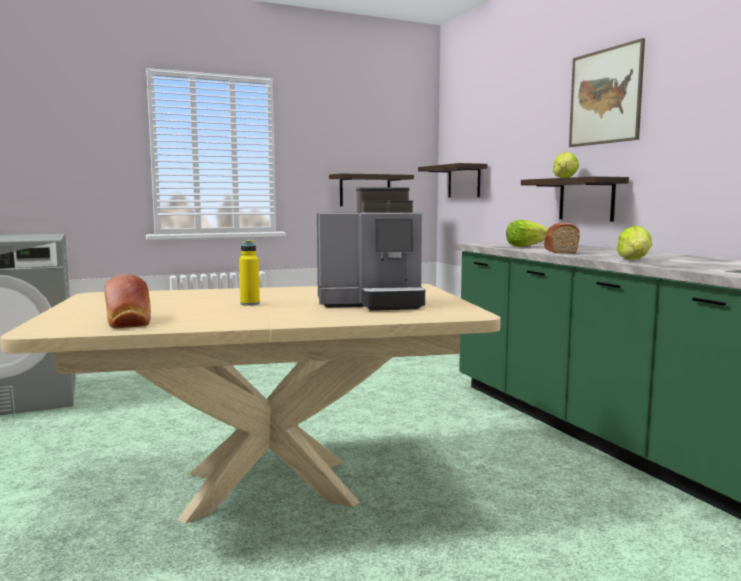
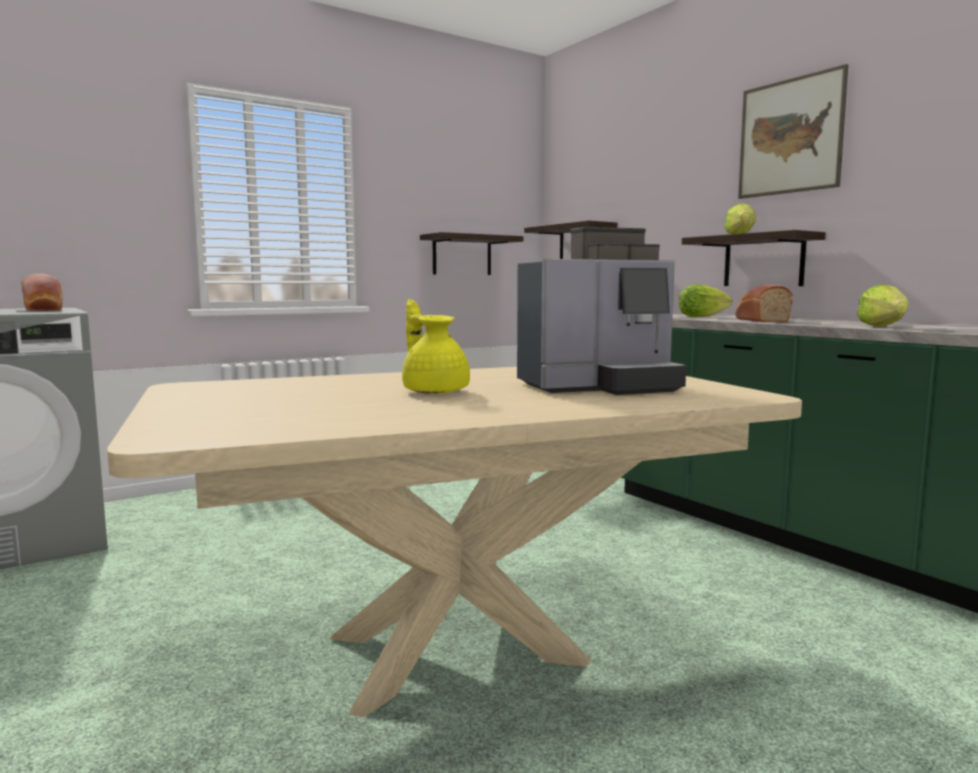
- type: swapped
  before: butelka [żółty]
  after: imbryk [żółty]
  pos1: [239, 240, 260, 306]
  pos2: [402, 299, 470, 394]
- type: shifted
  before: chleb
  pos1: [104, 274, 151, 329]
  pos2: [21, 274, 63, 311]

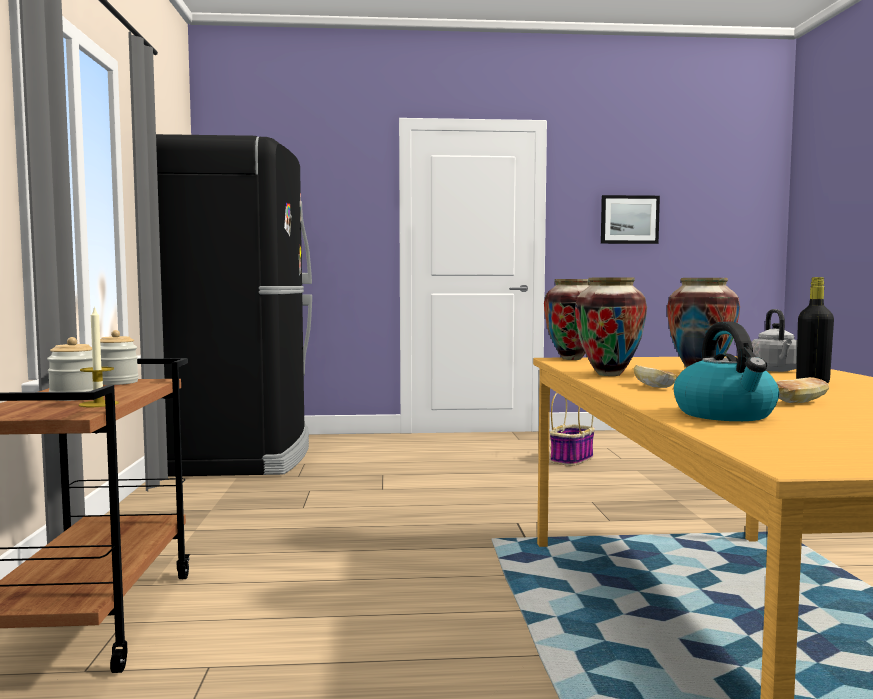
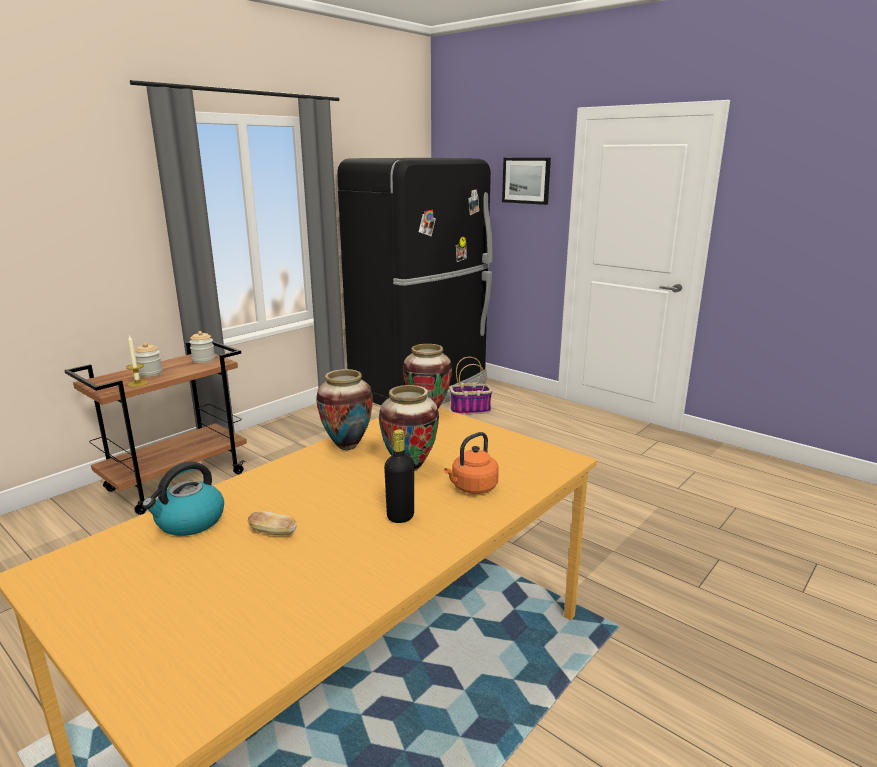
- type: shifted
  before: obraz
  pos1: [601, 195, 660, 244]
  pos2: [502, 158, 551, 205]
- type: repainted
  before: czajnik [szary]
  after: czajnik [pomarańczowy]
  pos1: [751, 309, 797, 372]
  pos2: [444, 432, 499, 494]
- type: gone
  before: chleb
  pos1: [634, 365, 677, 388]
- type: shifted
  before: koszyk
  pos1: [550, 393, 595, 466]
  pos2: [450, 357, 492, 415]

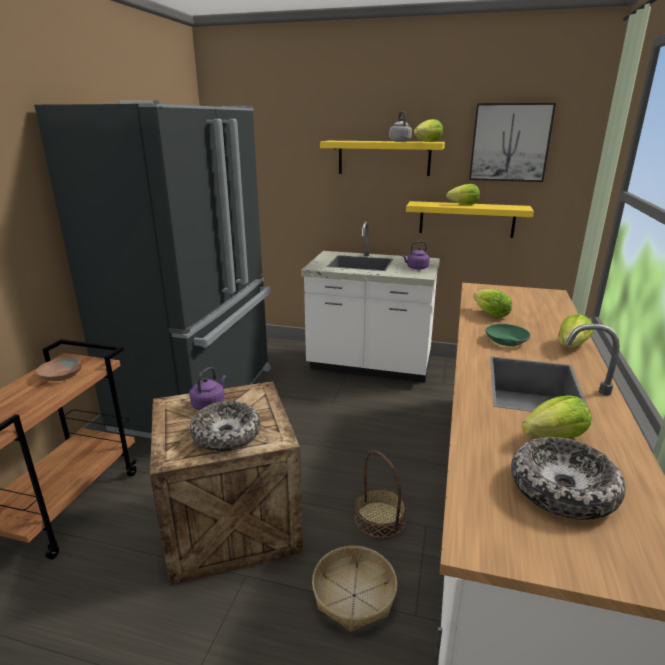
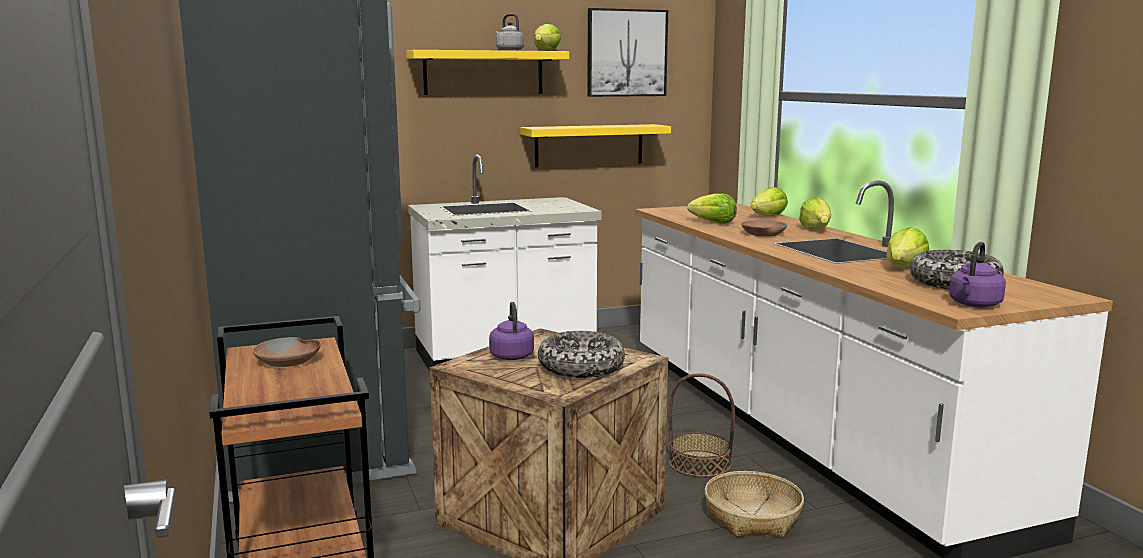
- type: shifted
  before: sałata
  pos1: [446, 184, 480, 205]
  pos2: [751, 187, 788, 216]
- type: shifted
  before: czajnik [fioletowy]
  pos1: [402, 241, 430, 270]
  pos2: [949, 242, 1006, 307]
- type: repainted
  before: miska [zielony]
  after: miska [brązowy]
  pos1: [485, 324, 531, 346]
  pos2: [741, 220, 787, 237]

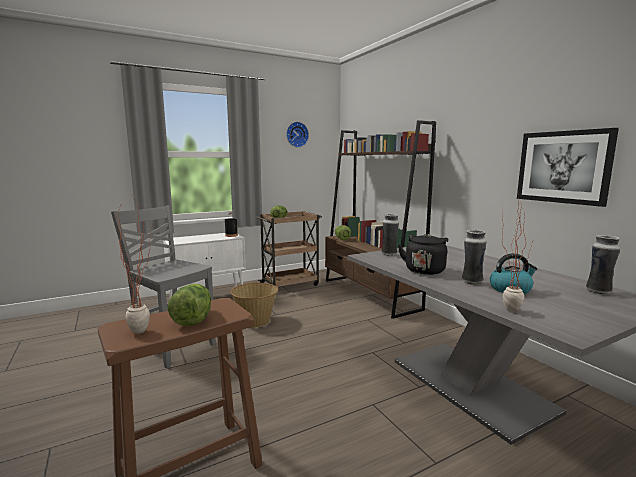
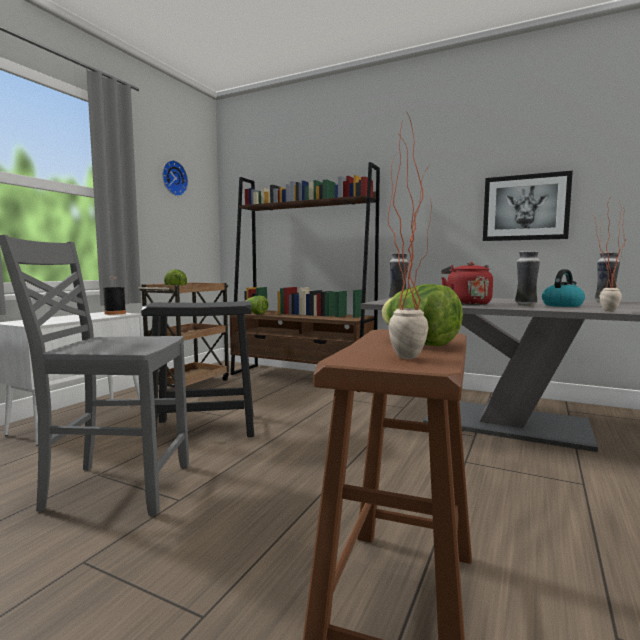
- type: repainted
  before: czajnik [czarny]
  after: czajnik [czerwony]
  pos1: [398, 234, 448, 275]
  pos2: [441, 262, 493, 305]
- type: swapped
  before: koszyk
  after: stołek [czarny]
  pos1: [231, 283, 278, 328]
  pos2: [141, 301, 254, 439]

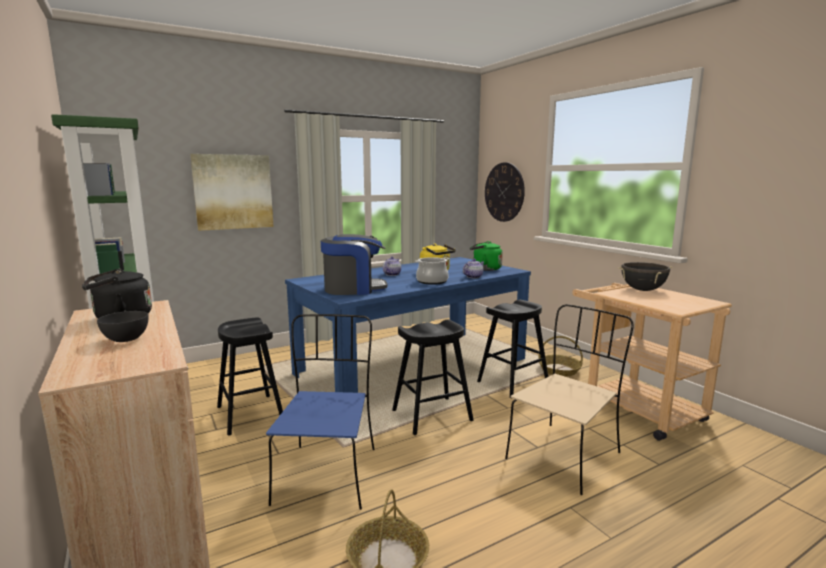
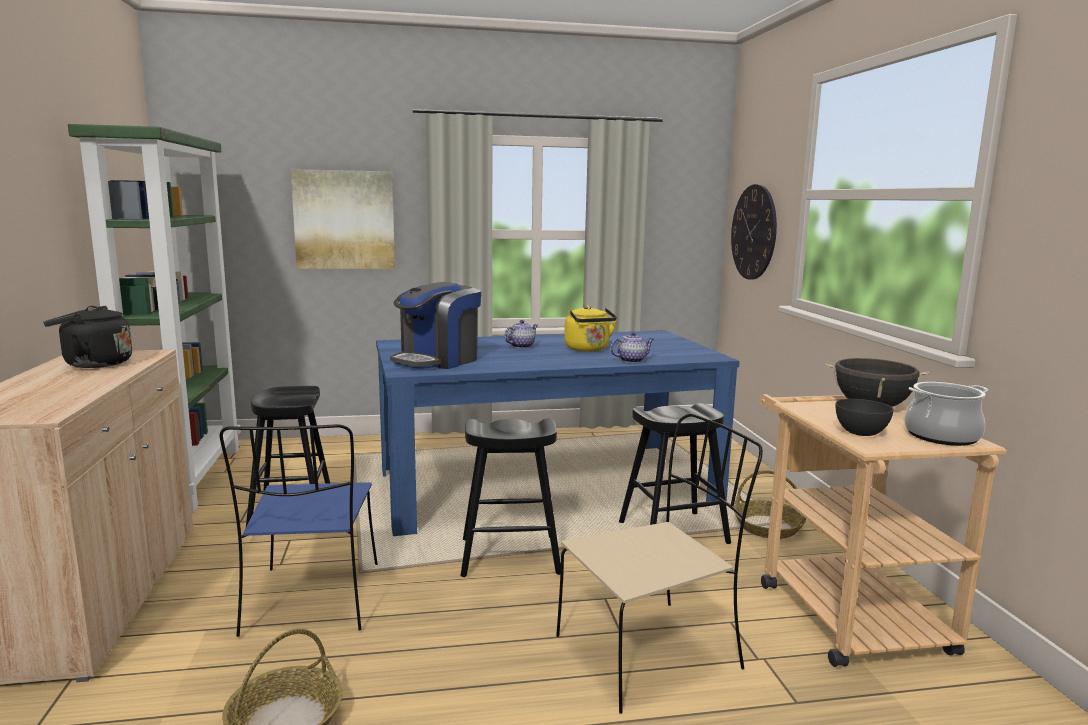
- type: rotated
  before: ekspres do kawy
  pos1: [321, 234, 387, 295]
  pos2: [390, 282, 481, 369]
  turn: 120
- type: gone
  before: czajnik [zielony]
  pos1: [470, 241, 503, 271]
- type: shifted
  before: garnek
  pos1: [415, 257, 449, 285]
  pos2: [904, 382, 990, 446]
- type: shifted
  before: miska [szary]
  pos1: [97, 311, 149, 342]
  pos2: [836, 399, 894, 436]
- type: rotated
  before: krzesło [niebieski]
  pos1: [266, 314, 375, 510]
  pos2: [220, 424, 378, 637]
  turn: 150

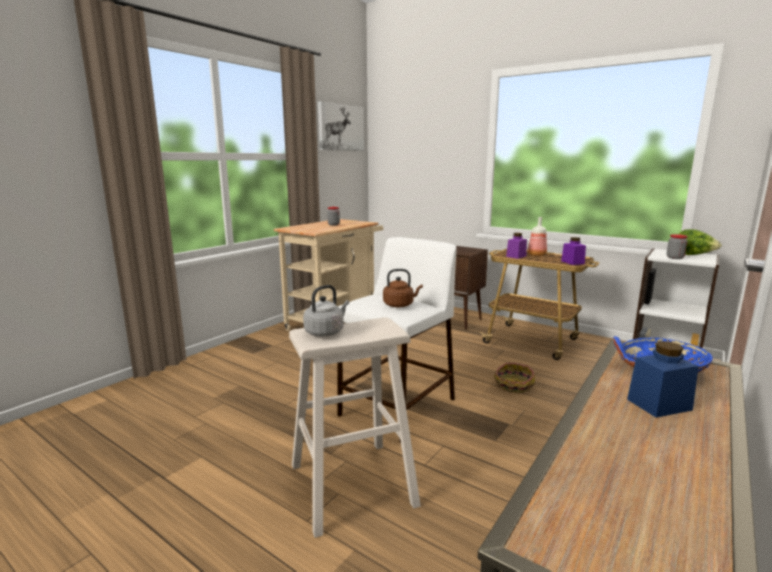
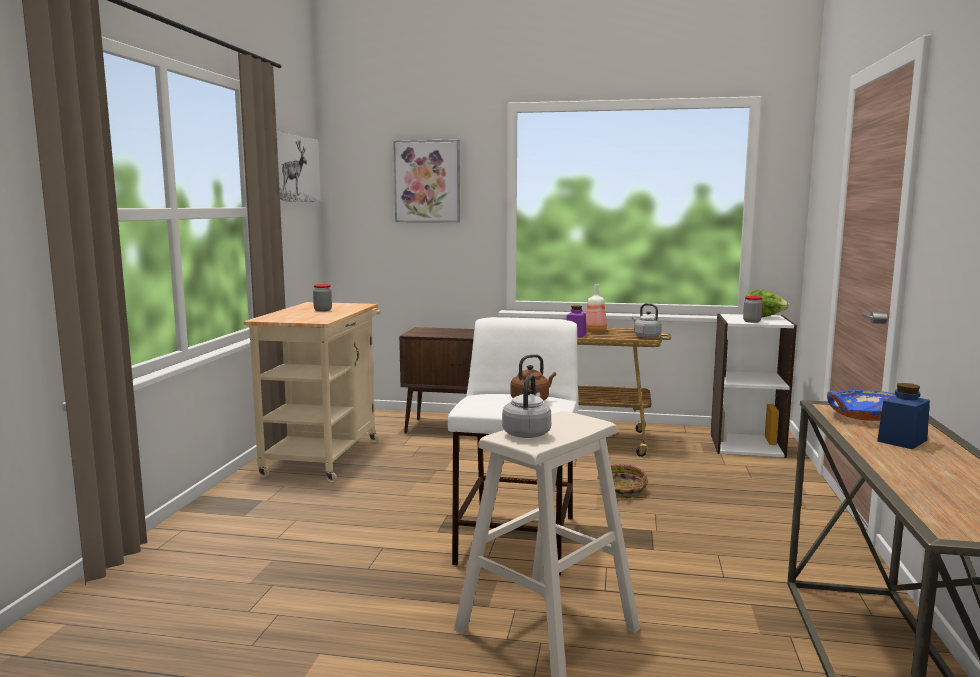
- type: swapped
  before: słoik [fioletowy]
  after: czajnik [szary]
  pos1: [561, 237, 586, 265]
  pos2: [632, 303, 662, 338]
- type: new
  after: obraz
  pos2: [393, 139, 460, 223]

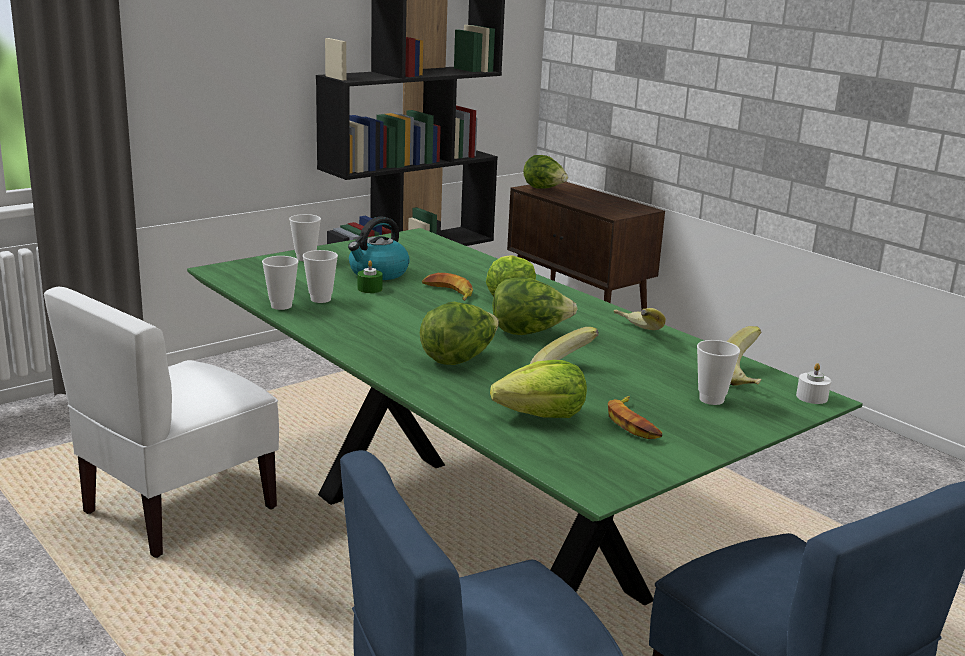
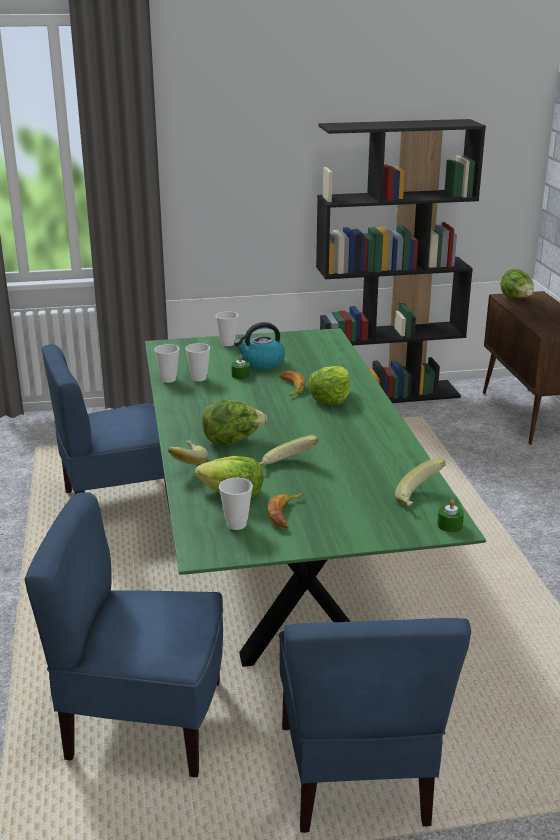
- type: gone
  before: sałata
  pos1: [492, 277, 577, 335]
- type: repainted
  before: krzesło [biały]
  after: krzesło [niebieski]
  pos1: [44, 287, 279, 558]
  pos2: [42, 344, 170, 513]
- type: shifted
  before: banan
  pos1: [614, 308, 666, 330]
  pos2: [168, 441, 208, 465]
- type: shifted
  before: filiżanka
  pos1: [697, 340, 740, 405]
  pos2: [219, 478, 253, 530]
- type: repainted
  before: świeca [biały]
  after: świeca [zielony]
  pos1: [796, 363, 831, 404]
  pos2: [437, 500, 464, 532]

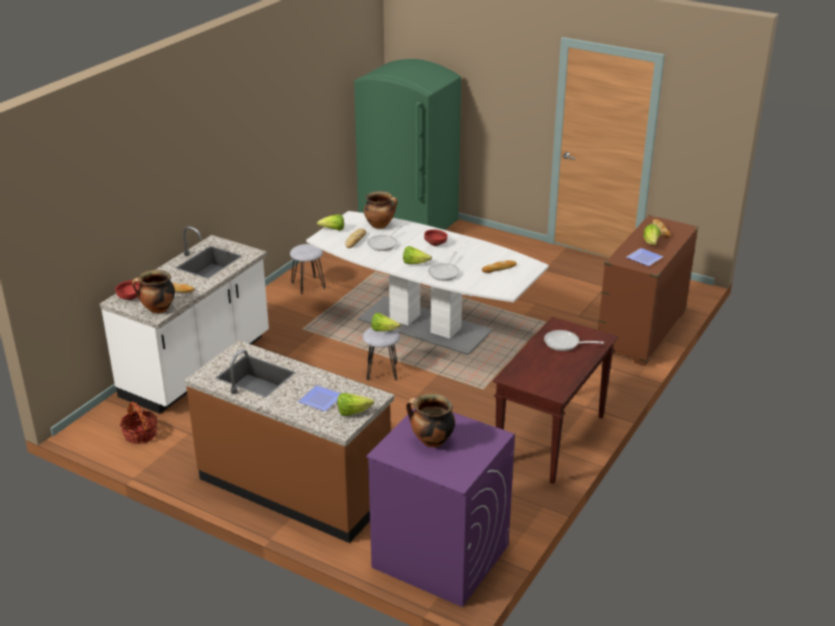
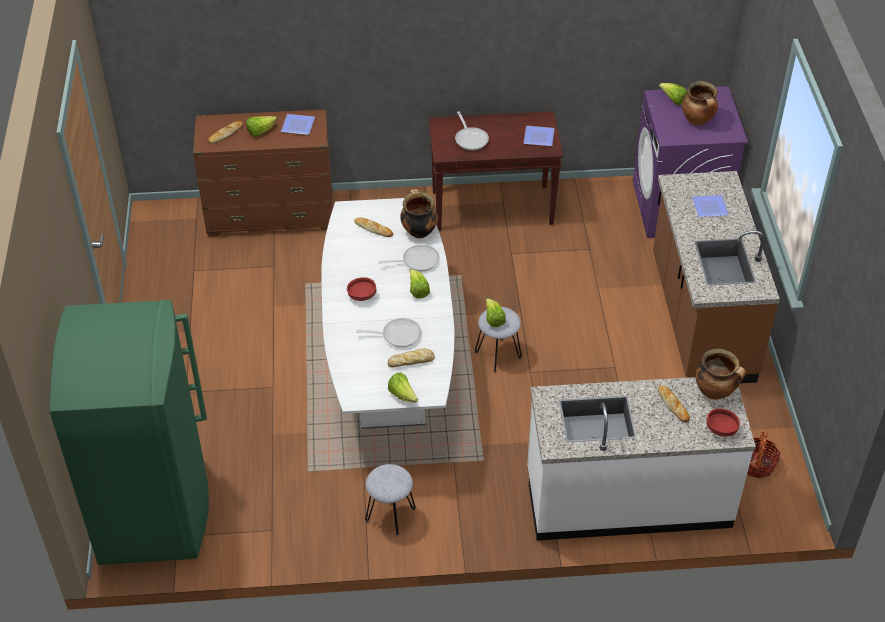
- type: shifted
  before: garnek
  pos1: [364, 191, 398, 229]
  pos2: [400, 189, 438, 238]
- type: shifted
  before: sałata
  pos1: [338, 393, 375, 416]
  pos2: [659, 83, 687, 105]
- type: new
  after: talerz
  pos2: [524, 126, 555, 146]

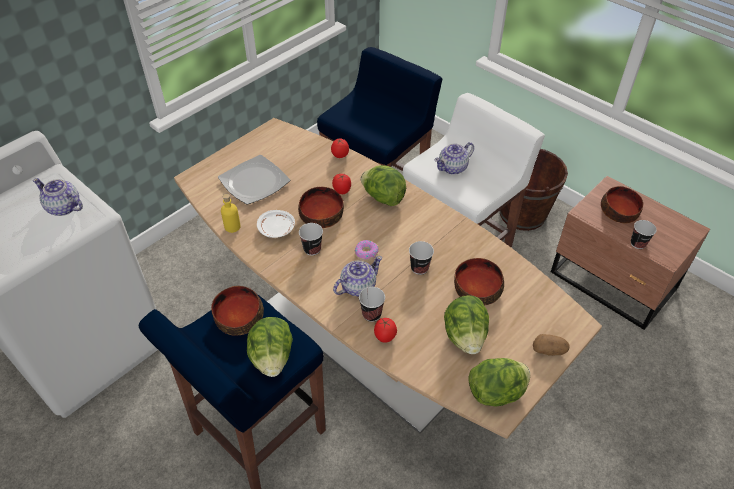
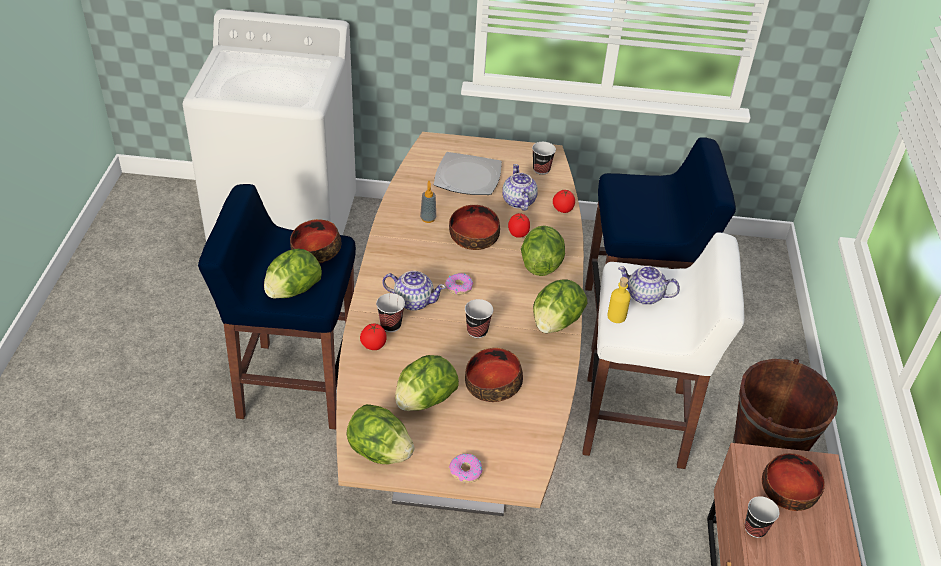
- type: shifted
  before: imbryk
  pos1: [33, 178, 83, 216]
  pos2: [502, 164, 538, 211]
- type: shifted
  before: butelka [żółty]
  pos1: [221, 194, 241, 233]
  pos2: [607, 277, 631, 323]
- type: swapped
  before: talerz [biały]
  after: dozownik mydła
  pos1: [257, 210, 295, 238]
  pos2: [420, 181, 436, 223]
- type: shifted
  before: filiżanka
  pos1: [299, 223, 323, 256]
  pos2: [532, 142, 556, 175]
- type: swapped
  before: ziemniak
  after: donut
  pos1: [533, 334, 570, 356]
  pos2: [449, 454, 482, 483]
- type: new
  after: sałata
  pos2: [533, 279, 587, 333]

